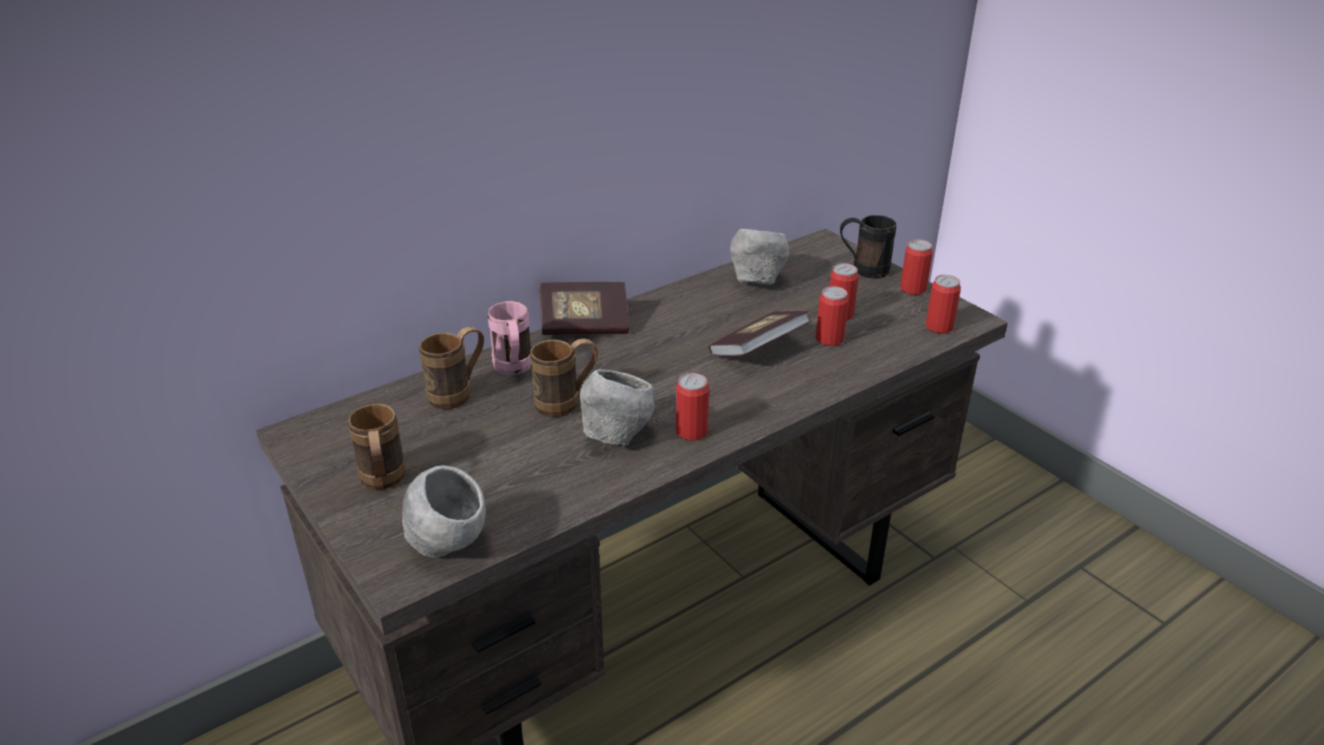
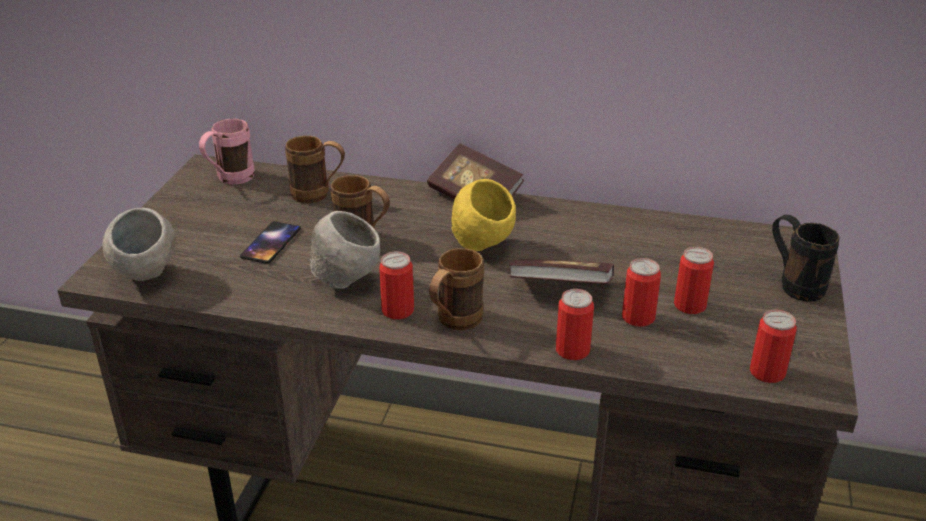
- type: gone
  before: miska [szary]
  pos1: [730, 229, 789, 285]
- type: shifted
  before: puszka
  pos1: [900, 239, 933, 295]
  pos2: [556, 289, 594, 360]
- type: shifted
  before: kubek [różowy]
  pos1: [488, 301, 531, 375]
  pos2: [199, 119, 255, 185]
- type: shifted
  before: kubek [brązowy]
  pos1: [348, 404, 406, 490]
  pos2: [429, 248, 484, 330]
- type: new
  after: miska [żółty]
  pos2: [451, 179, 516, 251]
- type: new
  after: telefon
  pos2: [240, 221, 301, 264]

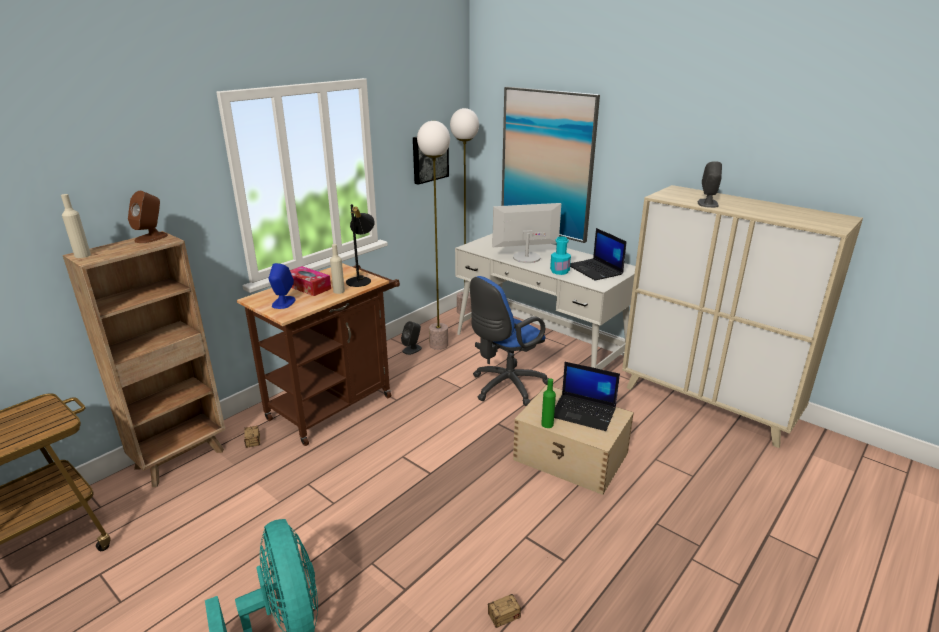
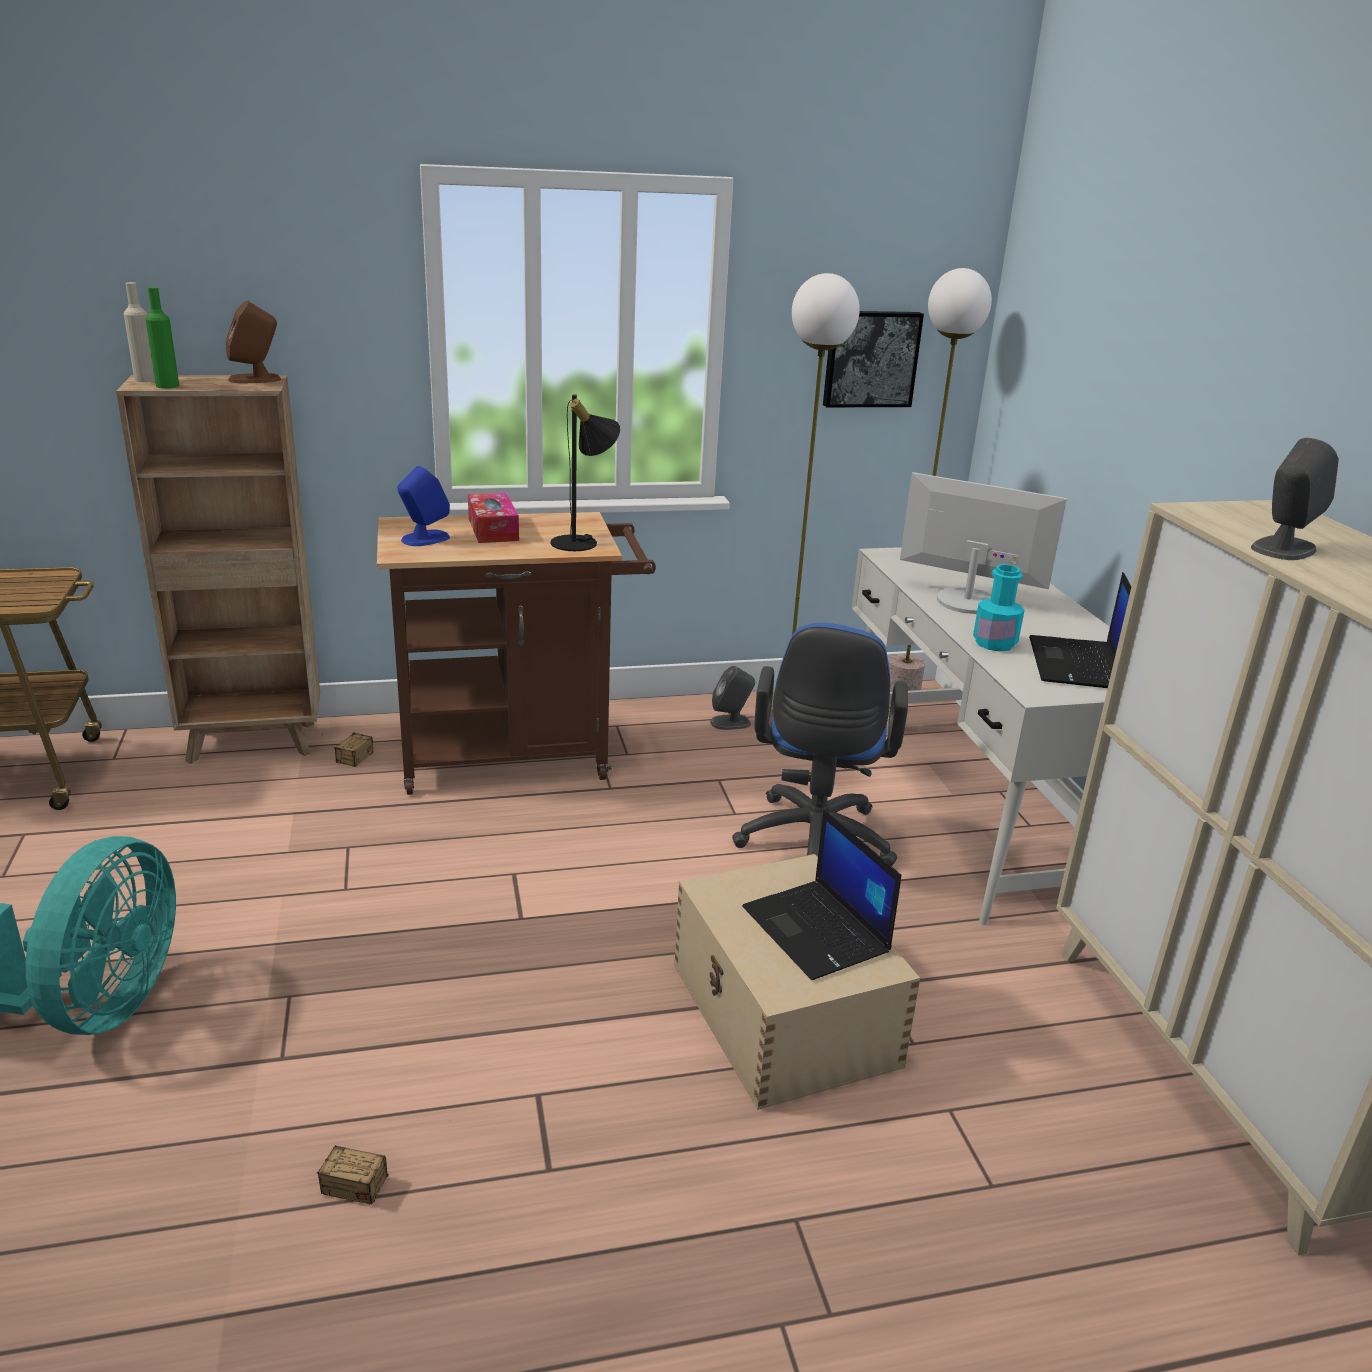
- type: gone
  before: obraz
  pos1: [502, 87, 600, 243]
- type: gone
  before: butelka [beżowy]
  pos1: [330, 244, 345, 294]
- type: rotated
  before: krzesło biurowe [niebieski]
  pos1: [470, 276, 549, 406]
  pos2: [732, 623, 908, 866]
  turn: -75
- type: shifted
  before: butelka [zielony]
  pos1: [541, 378, 556, 428]
  pos2: [146, 287, 179, 389]

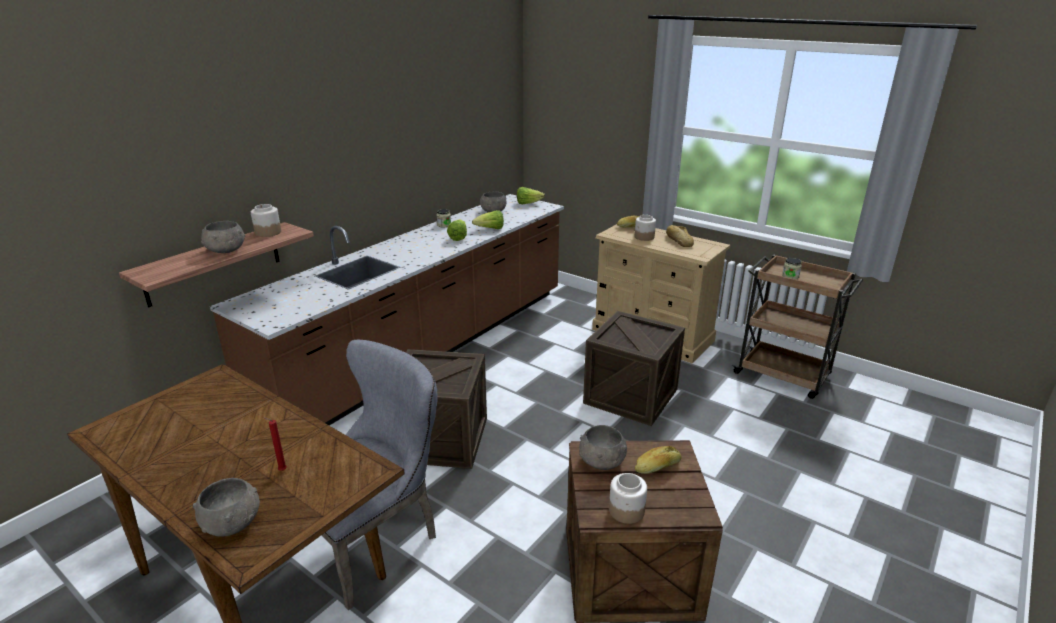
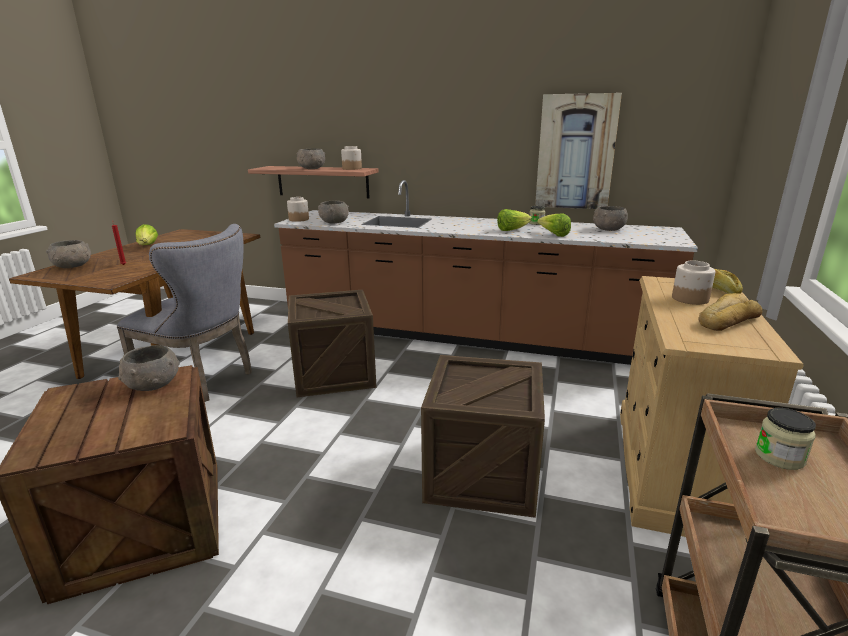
- type: shifted
  before: sałata
  pos1: [517, 187, 545, 204]
  pos2: [136, 224, 158, 245]
- type: gone
  before: chleb
  pos1: [635, 446, 682, 474]
- type: shifted
  before: słoik
  pos1: [609, 473, 647, 524]
  pos2: [287, 197, 309, 222]
- type: new
  after: obraz
  pos2: [535, 93, 622, 209]
- type: new
  after: miska [szary]
  pos2: [318, 200, 349, 223]

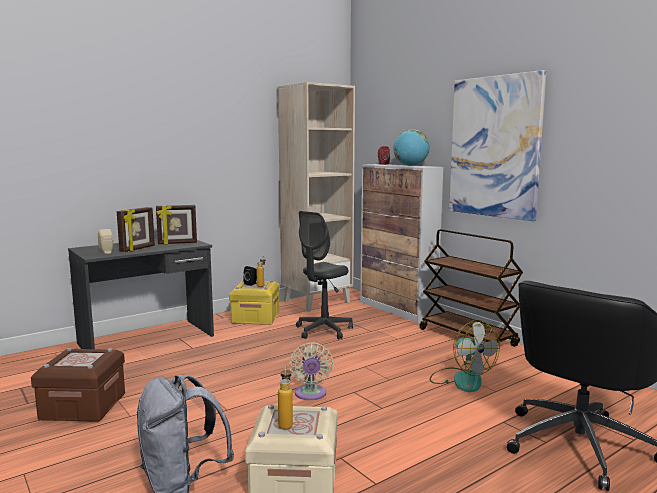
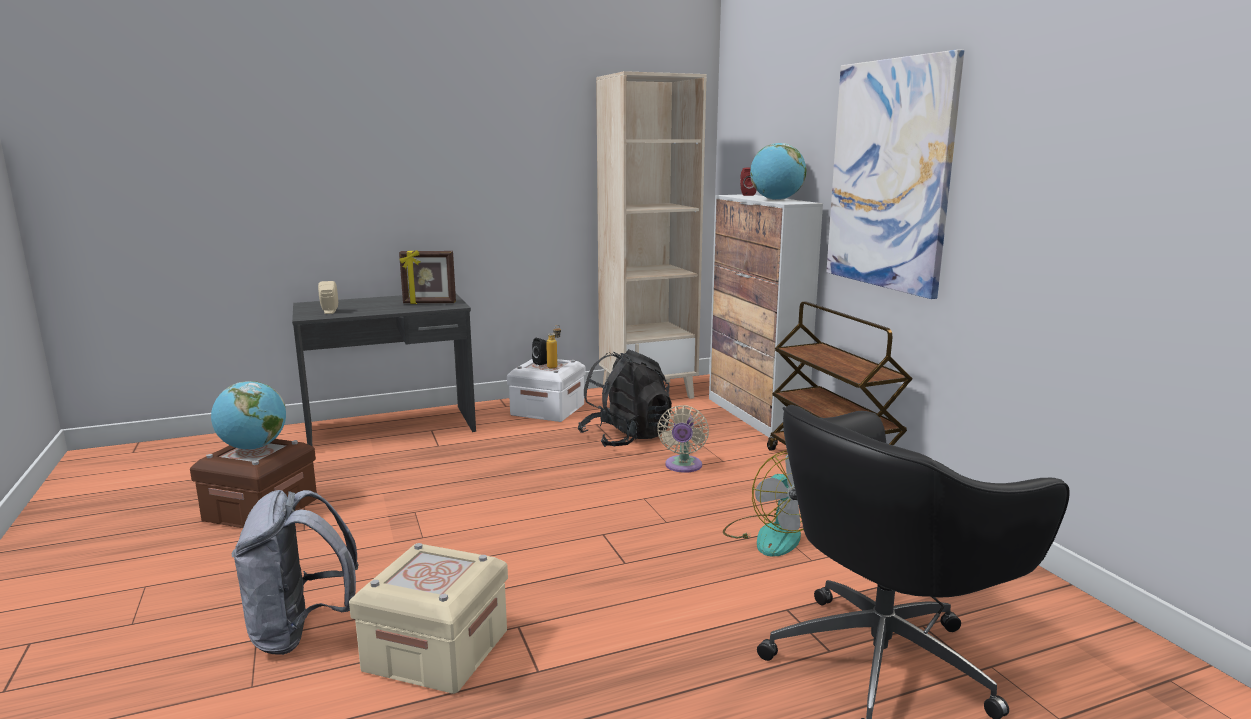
- type: gone
  before: ramka na zdjęcie
  pos1: [117, 207, 155, 252]
- type: swapped
  before: krzesło biurowe [szary]
  after: plecak [czarny]
  pos1: [296, 211, 353, 339]
  pos2: [578, 349, 672, 447]
- type: repainted
  before: pojemnik do przechowywania [żółty]
  after: pojemnik do przechowywania [biały]
  pos1: [229, 280, 280, 325]
  pos2: [507, 359, 586, 422]
- type: shifted
  before: wentylator [beżowy]
  pos1: [289, 342, 333, 400]
  pos2: [657, 405, 709, 473]
- type: gone
  before: butelka
  pos1: [278, 365, 293, 429]
- type: new
  after: globus
  pos2: [211, 381, 286, 450]

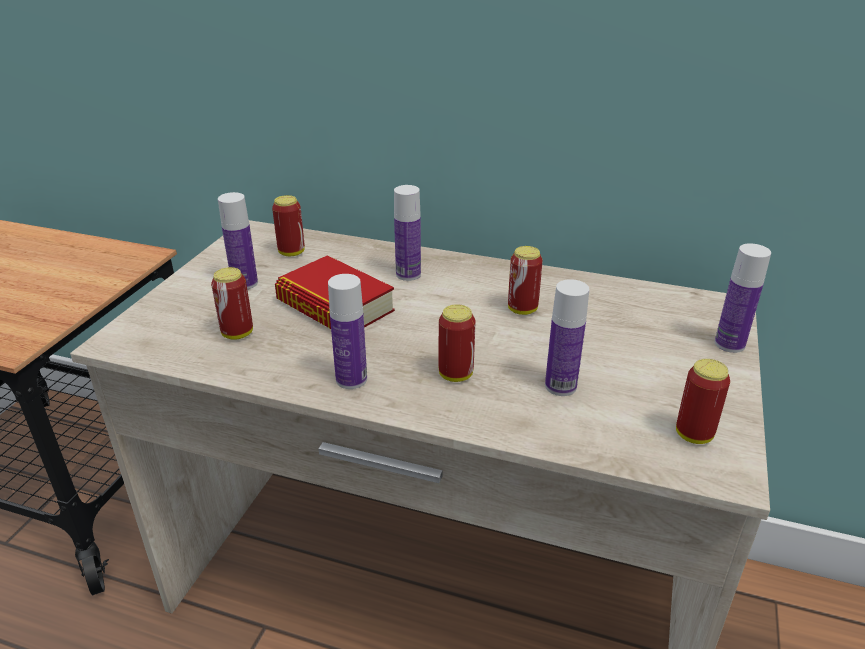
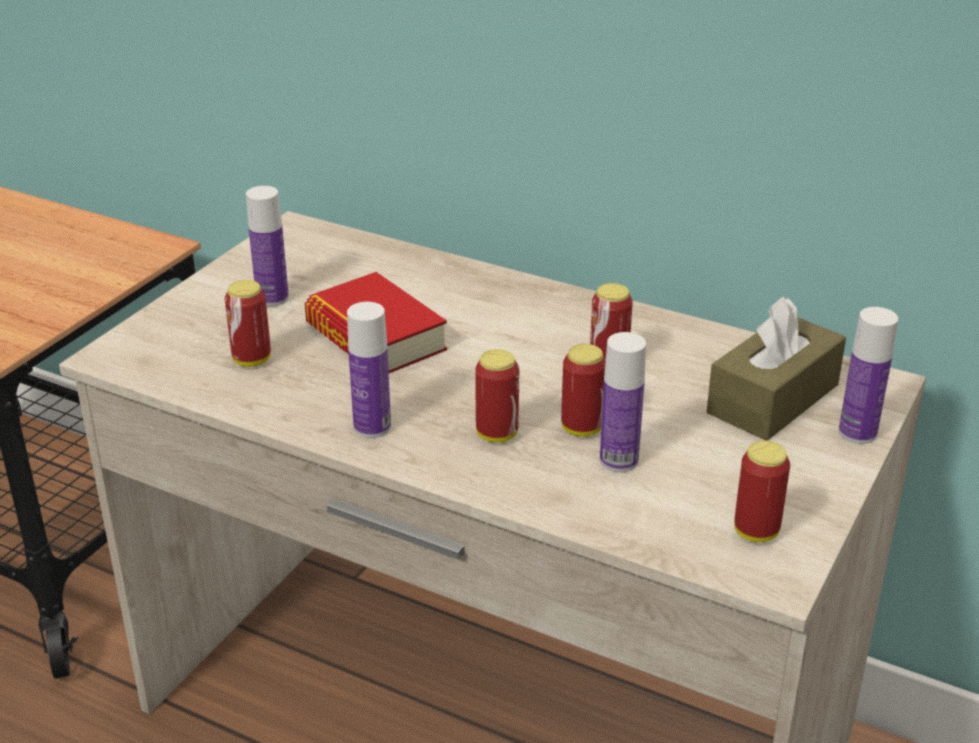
- type: gone
  before: butelka
  pos1: [394, 185, 421, 281]
- type: shifted
  before: puszka
  pos1: [272, 195, 305, 256]
  pos2: [561, 344, 606, 437]
- type: new
  after: pudełko chusteczek [brązowy]
  pos2: [707, 296, 846, 441]

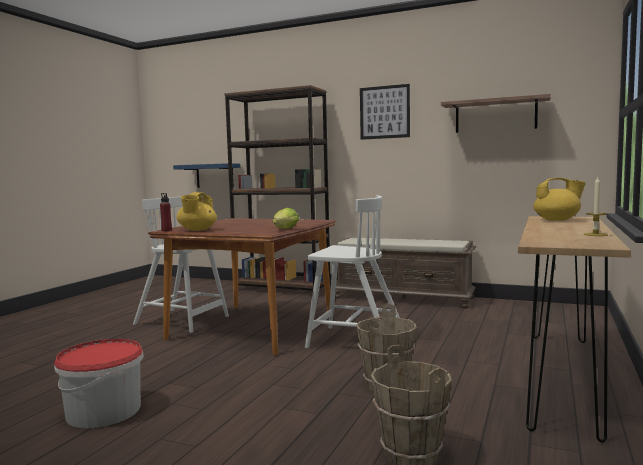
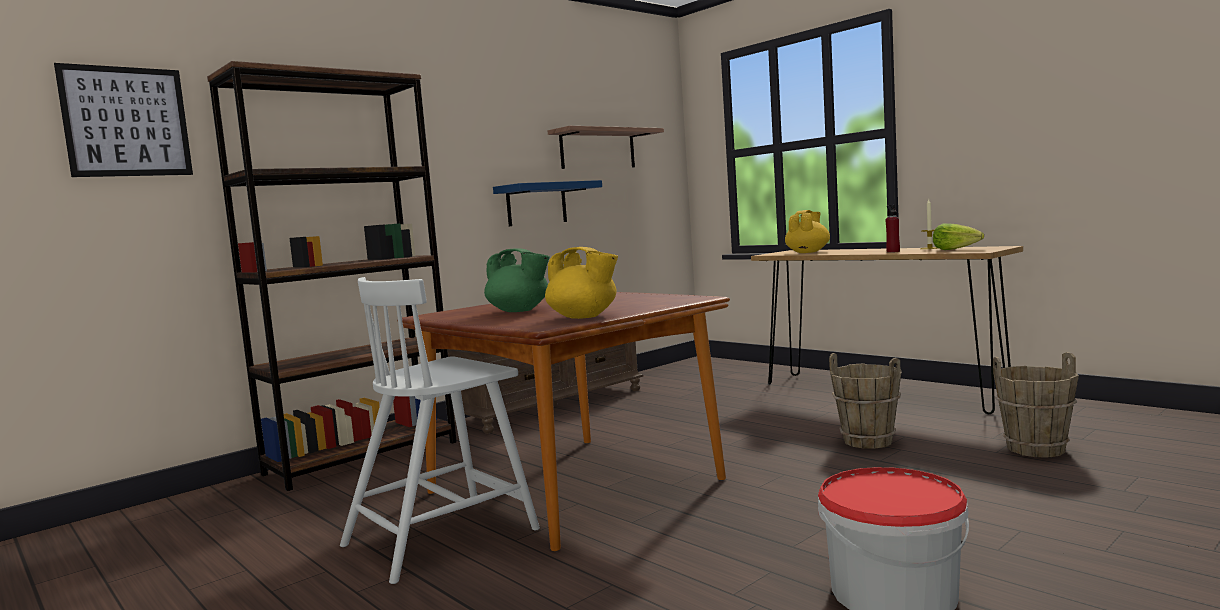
- type: shifted
  before: obraz
  pos1: [360, 84, 410, 140]
  pos2: [54, 63, 193, 177]
- type: shifted
  before: półka [niebieski]
  pos1: [173, 163, 240, 188]
  pos2: [493, 180, 602, 226]
- type: shifted
  before: butelka [czerwony]
  pos1: [160, 193, 172, 231]
  pos2: [886, 205, 900, 253]
- type: gone
  before: krzesło [biały]
  pos1: [305, 195, 400, 348]
- type: shifted
  before: sałata
  pos1: [272, 208, 299, 229]
  pos2: [933, 223, 984, 250]
- type: new
  after: imbryk [zielony]
  pos2: [484, 248, 550, 312]

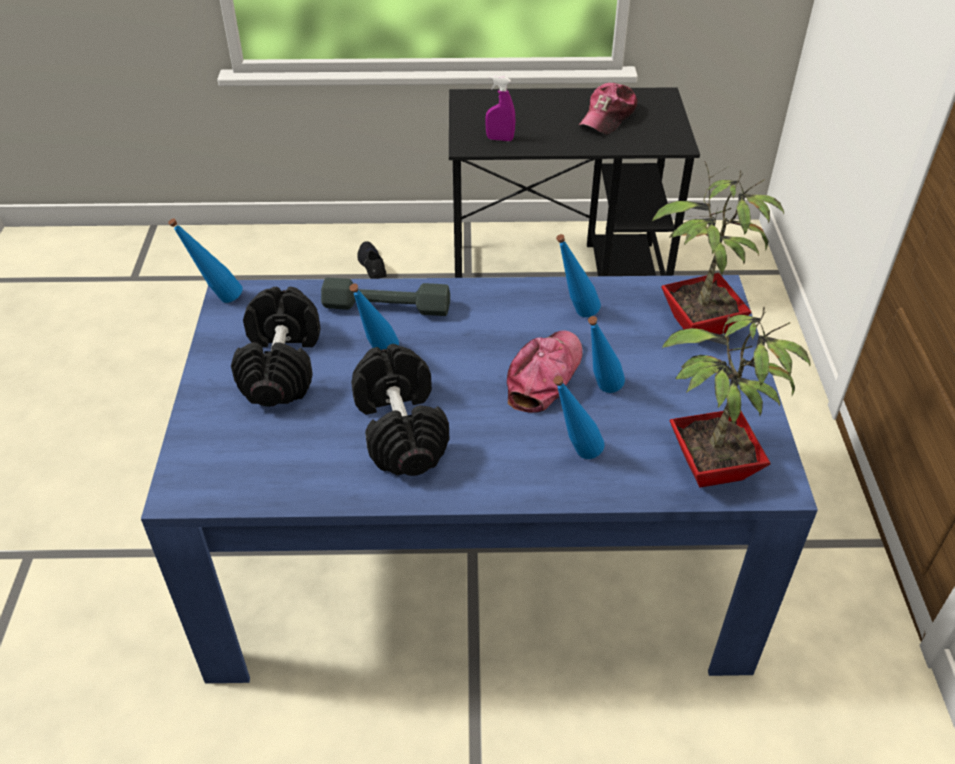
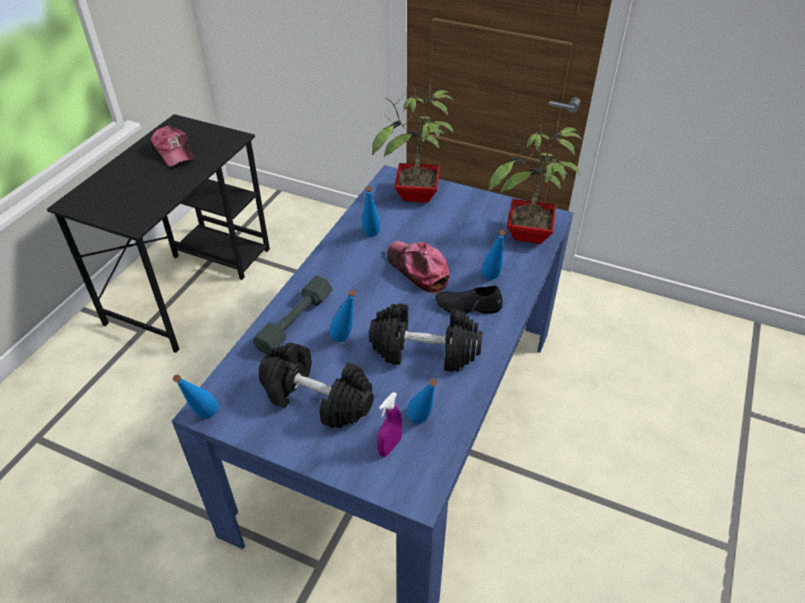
- type: shifted
  before: spryskiwacz [fioletowy]
  pos1: [485, 76, 515, 141]
  pos2: [377, 392, 402, 457]
- type: shifted
  before: but [czarny]
  pos1: [357, 241, 386, 279]
  pos2: [435, 286, 503, 314]
- type: shifted
  before: butelka [niebieski]
  pos1: [588, 316, 625, 393]
  pos2: [406, 379, 437, 424]

